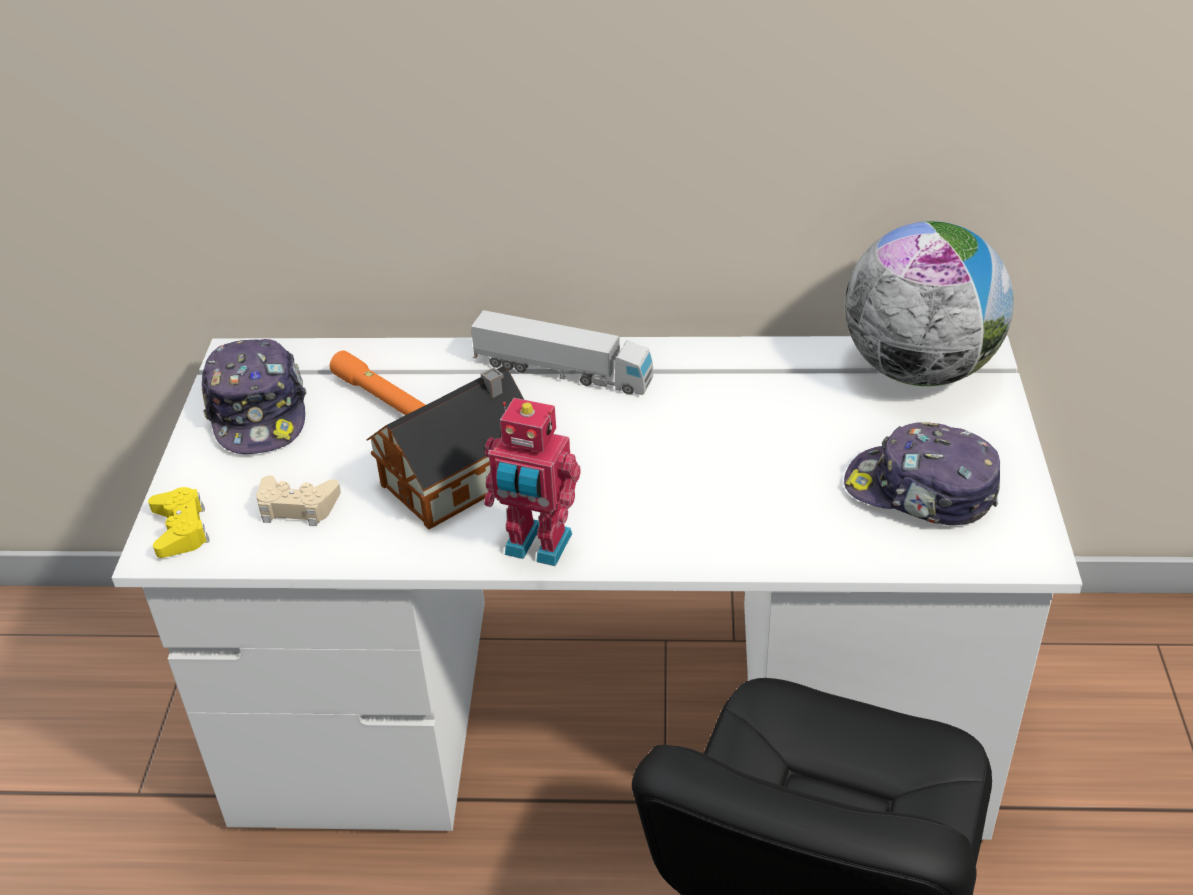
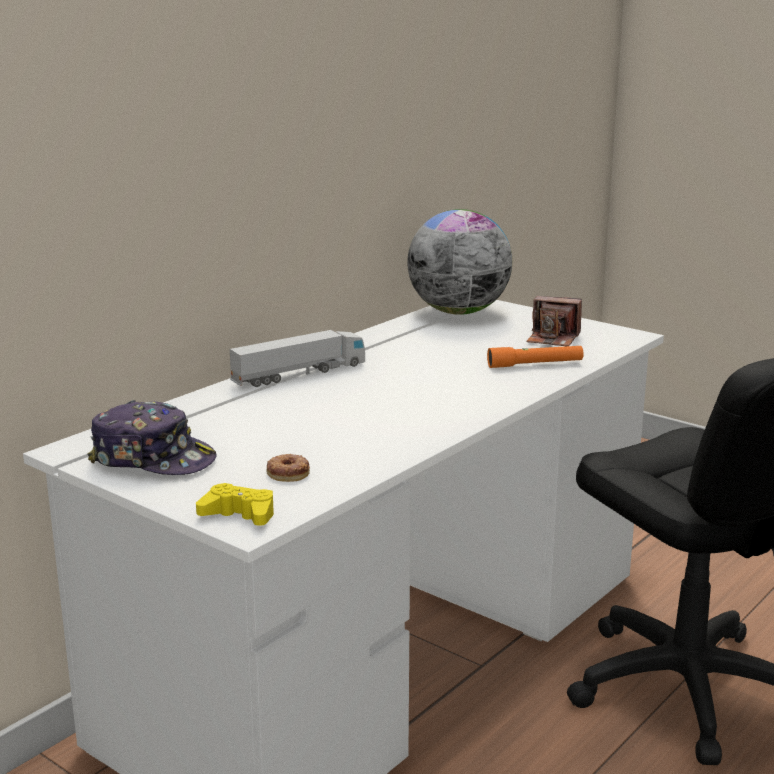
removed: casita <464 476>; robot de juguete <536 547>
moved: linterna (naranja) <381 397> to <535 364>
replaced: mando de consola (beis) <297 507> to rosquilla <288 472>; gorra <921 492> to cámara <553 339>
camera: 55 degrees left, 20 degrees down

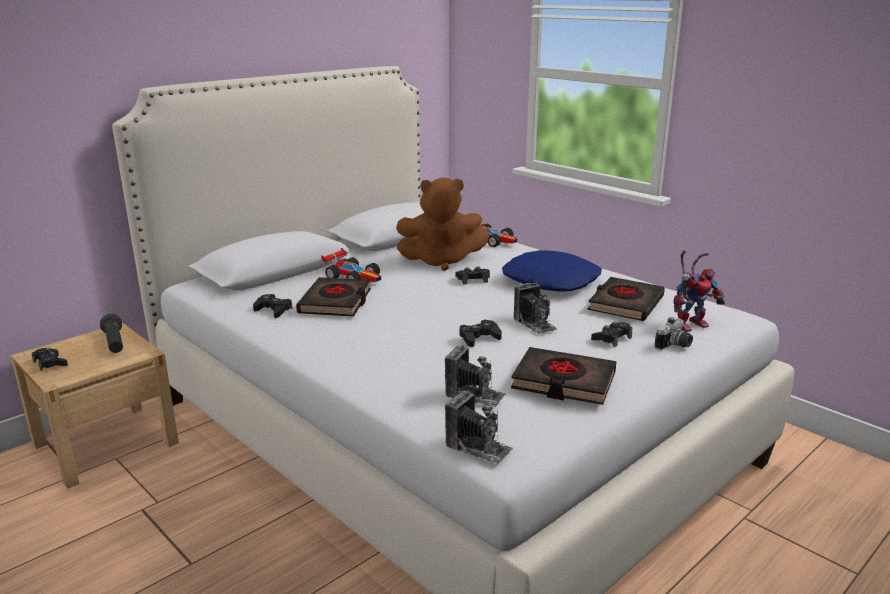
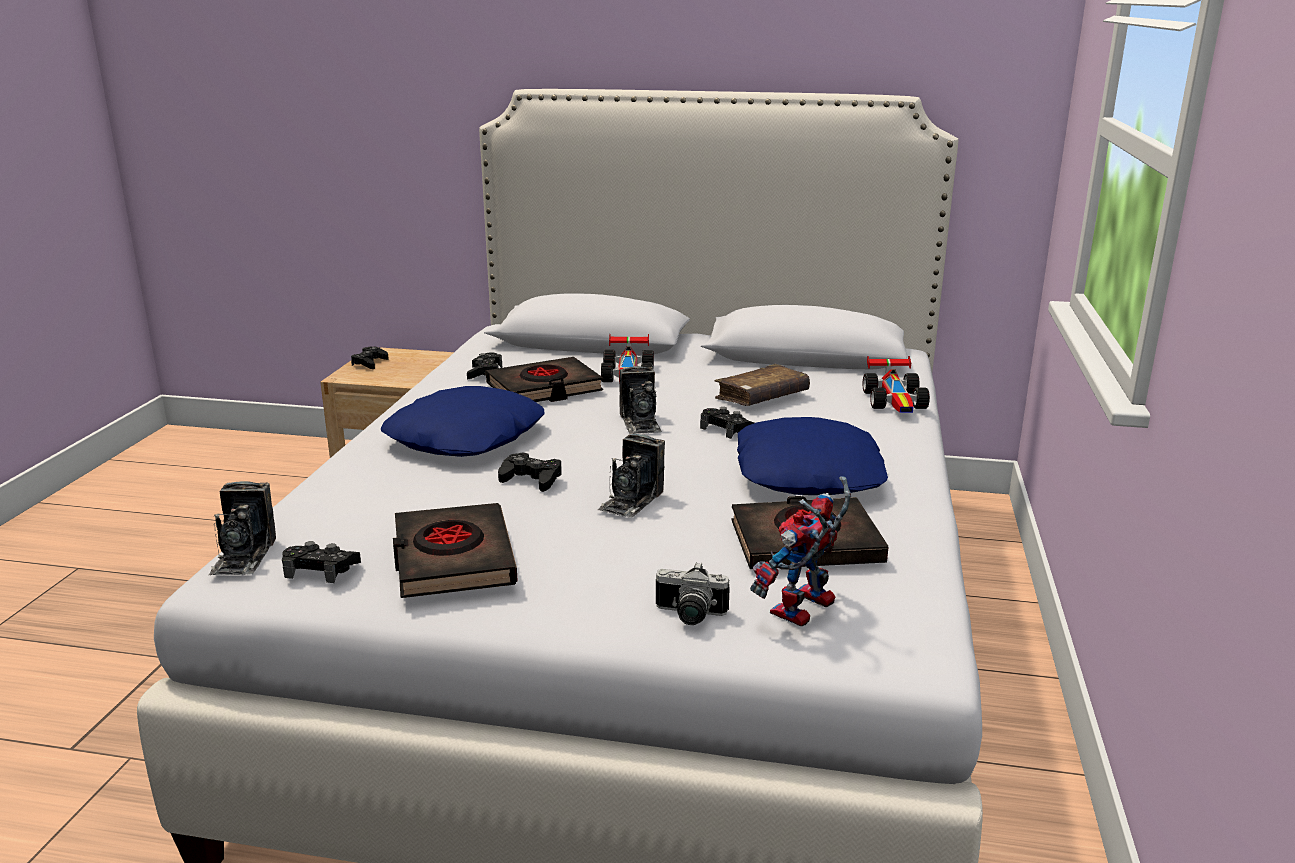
removed: linterna (negro) <115 343>
added: cojín (azul) <466 437>
moved: cámara <475 395> to <640 422>; mando de consola (negro) <611 338> to <321 569>
replaced: peluche (marrón) <441 261> to libro (marrón) <761 397>
turned: robot de juguete <690 324> = <803 612> 105 degrees clockwise
camera: 55 degrees right, 0 degrees up

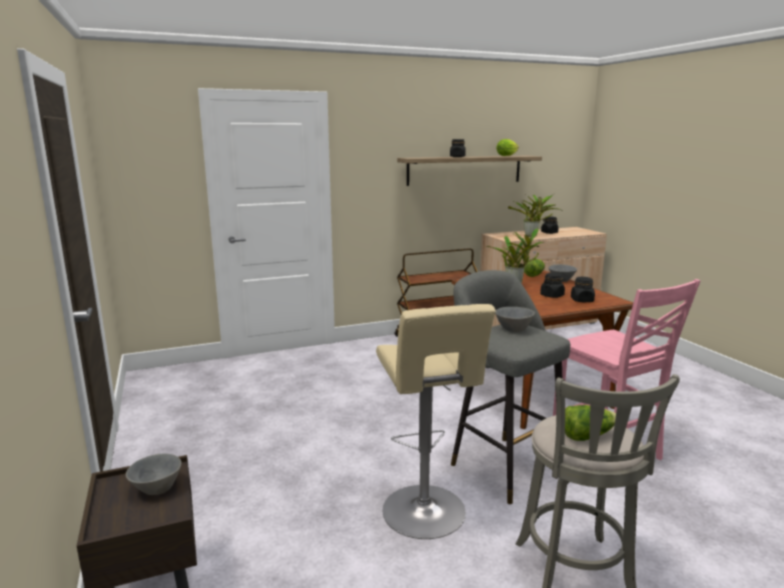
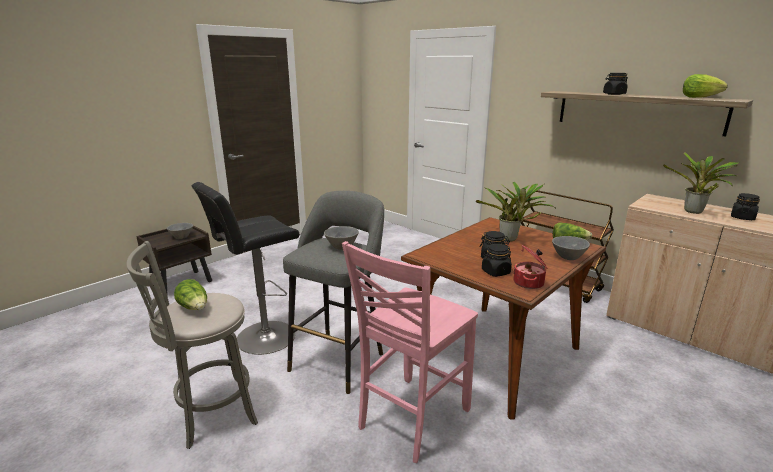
added: olla <529 283>
recoloured: taburete (beis) <426 514> to taburete (negro) <261 338>
camera: 65 degrees right, 5 degrees up

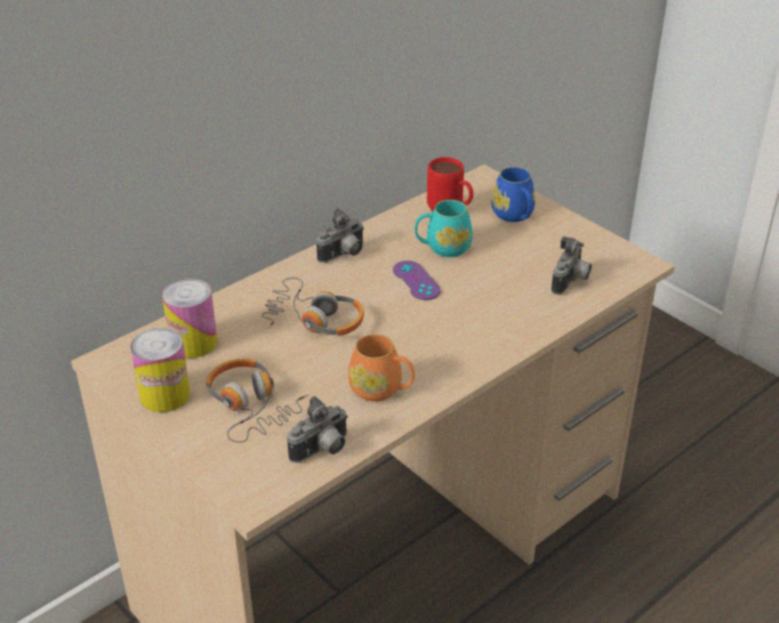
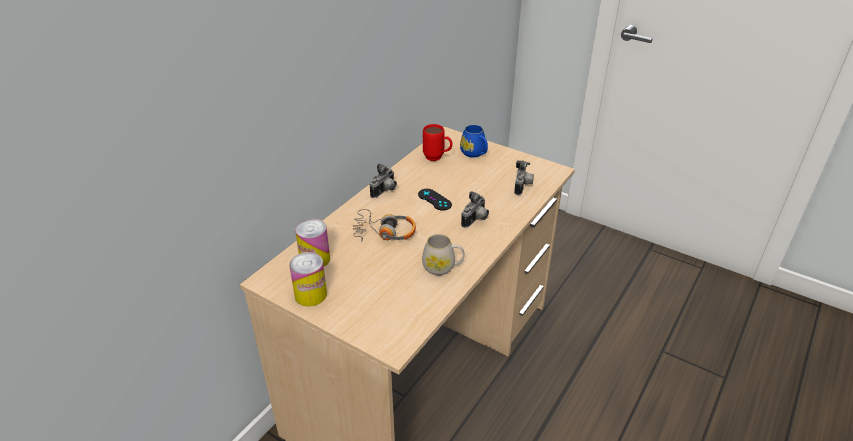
removed: auriculares <250 406>; taza grande (turquesa) <443 248>
moved: cámara <322 451> to <476 220>
recoloured: taza grande (naranja) <382 390> to taza grande (blanco) <442 267>; mando de consola (morado) <416 280> to mando de consola (negro) <434 199>
camera: 15 degrees left, 0 degrees up

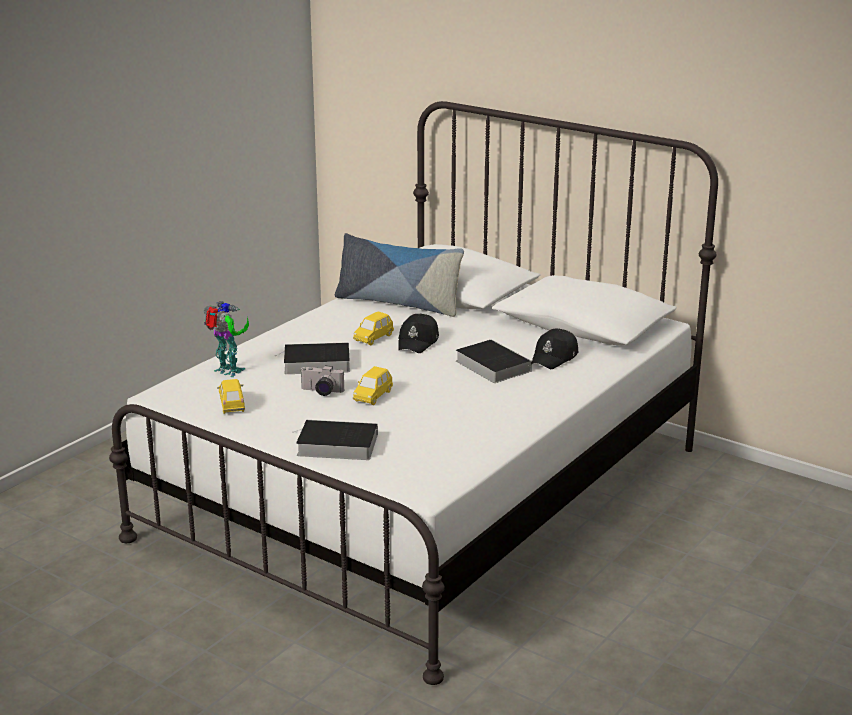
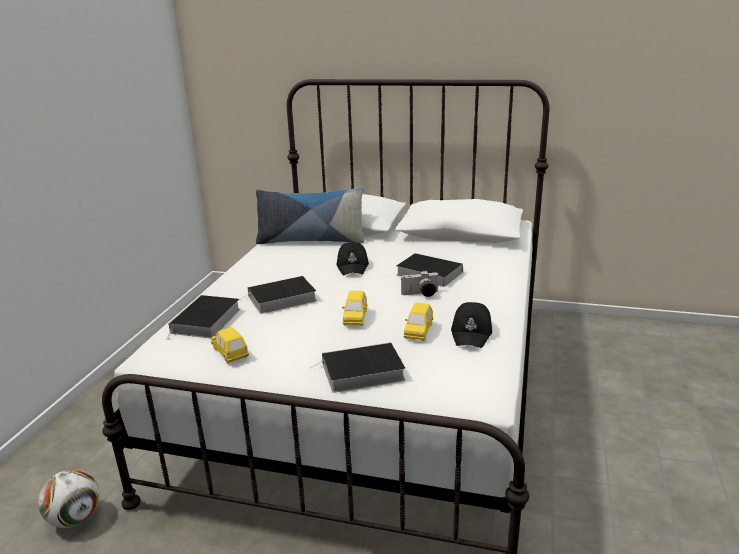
added: balón de fútbol <75 518>
moved: cámara <321 392> to <421 294>; coche de juguete (amarillo) <373 338> to <418 331>; gorra (negro) <555 357> to <472 332>
replaced: robot de juguete <228 372> to libro <206 322>
camera: 20 degrees left, 0 degrees up

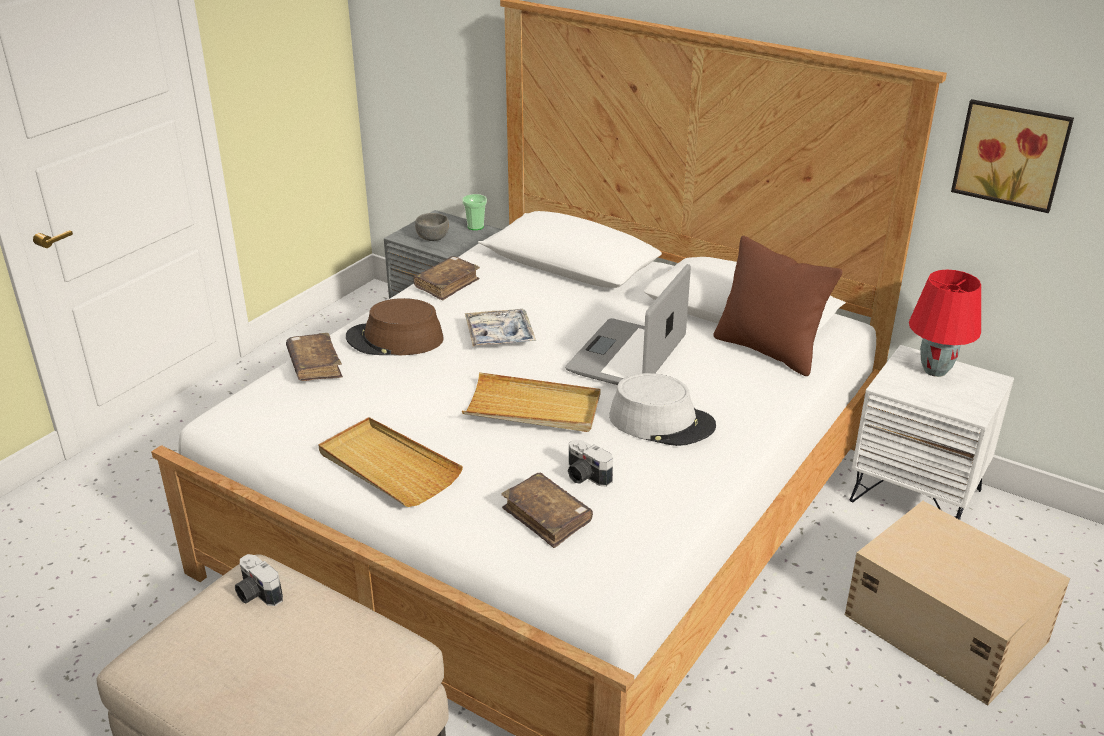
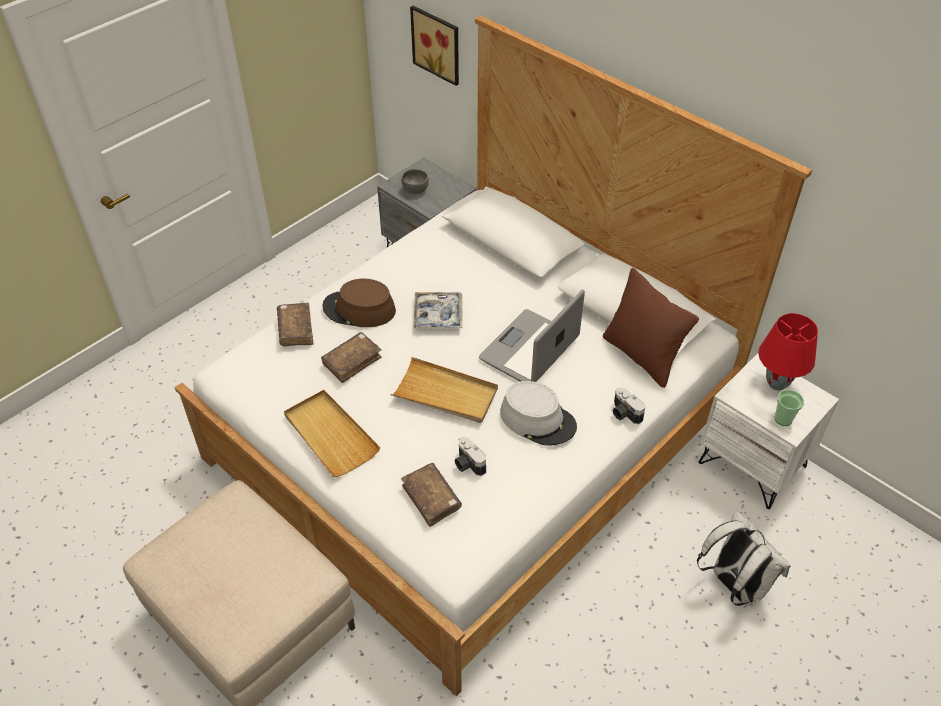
moved: cámara <256 594> to <624 414>; libro (marrón) <447 284> to <352 361>; taza <475 226> to <783 419>; cuadro <1011 154> to <438 44>
replaced: caja de almacenaje (beis) <944 626> to mochila (blanco) <733 585>
camera: 10 degrees right, 15 degrees up

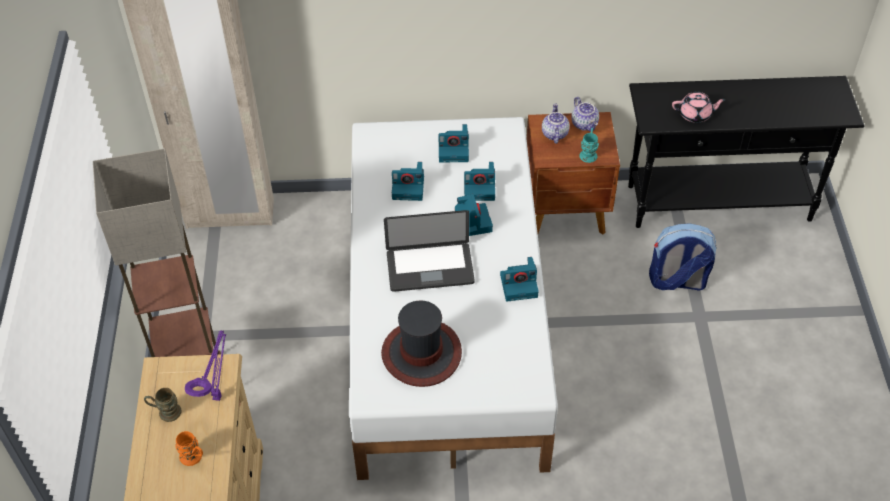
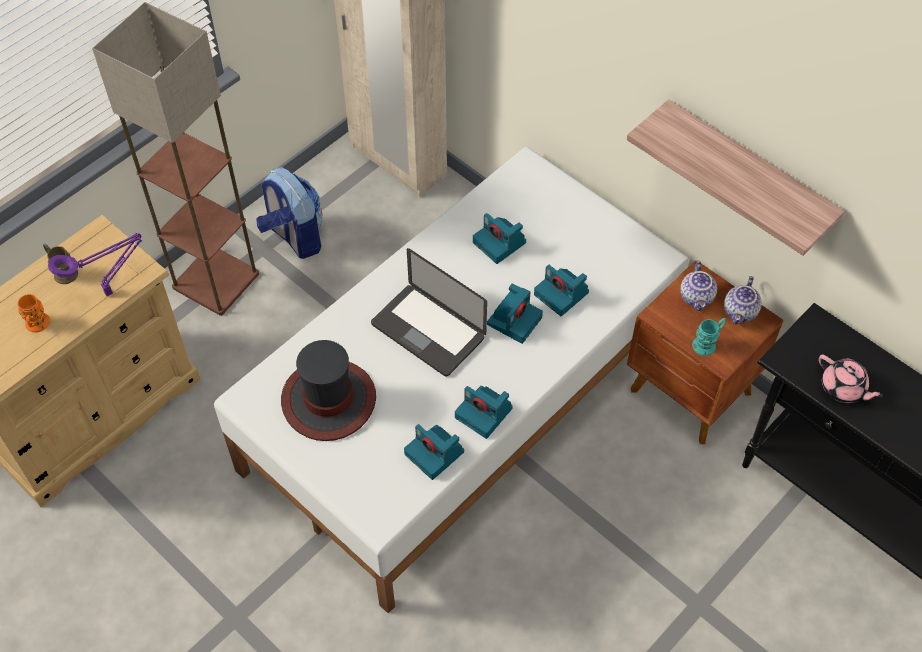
added: estante <748 173>
moved: cámara <454 150> to <435 453>; mochila <677 281> to <294 237>
turned: tetera <554 134> = <697 297> 135 degrees clockwise
camera: 45 degrees right, 5 degrees up

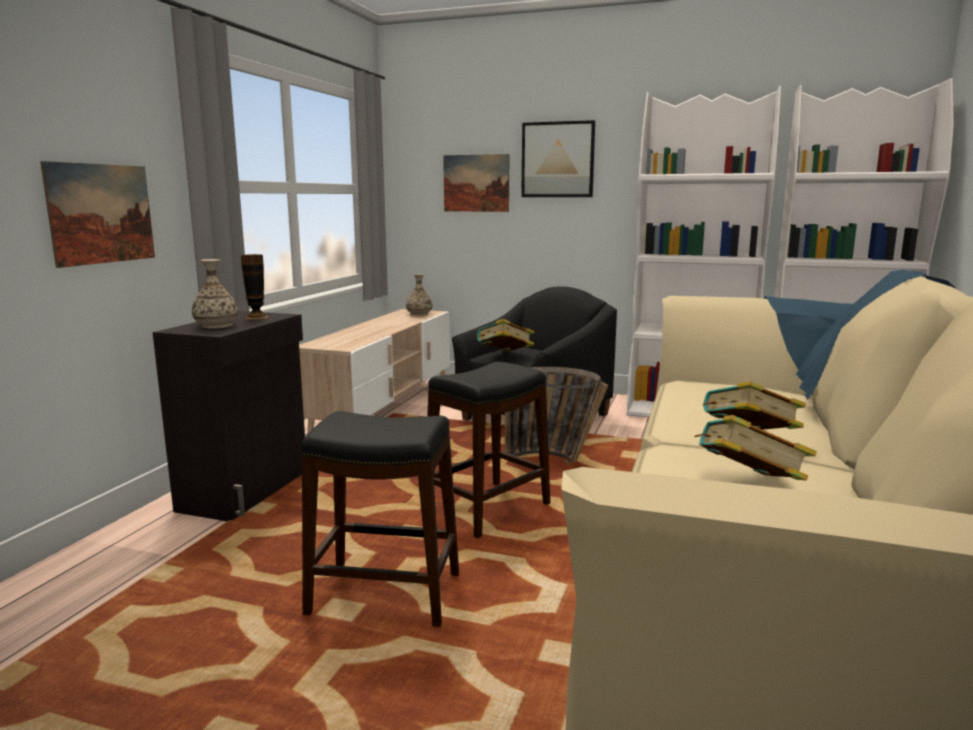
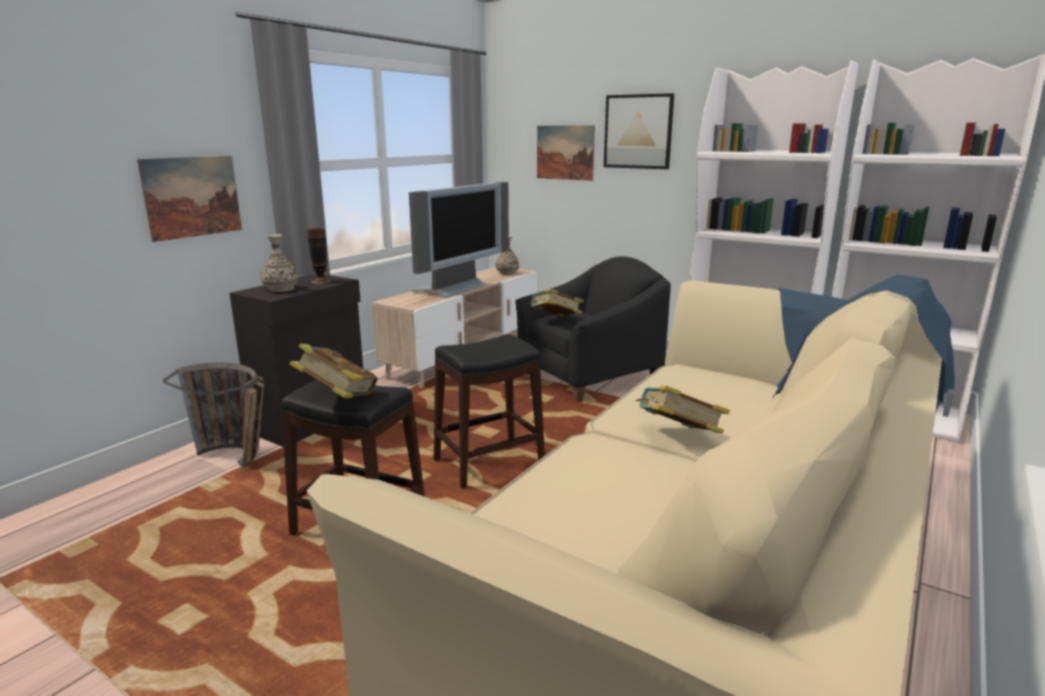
added: televisor <453 289>
moved: cesta <555 462> to <239 460>; libro <747 484> to <337 399>
camera: 15 degrees right, 5 degrees up

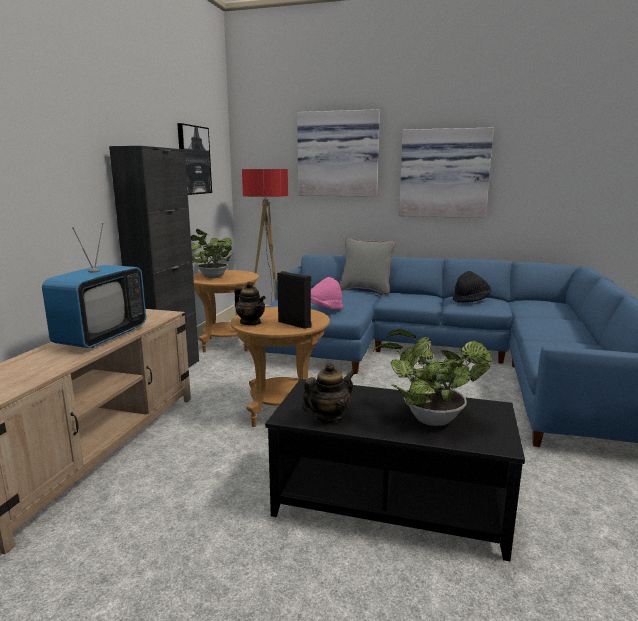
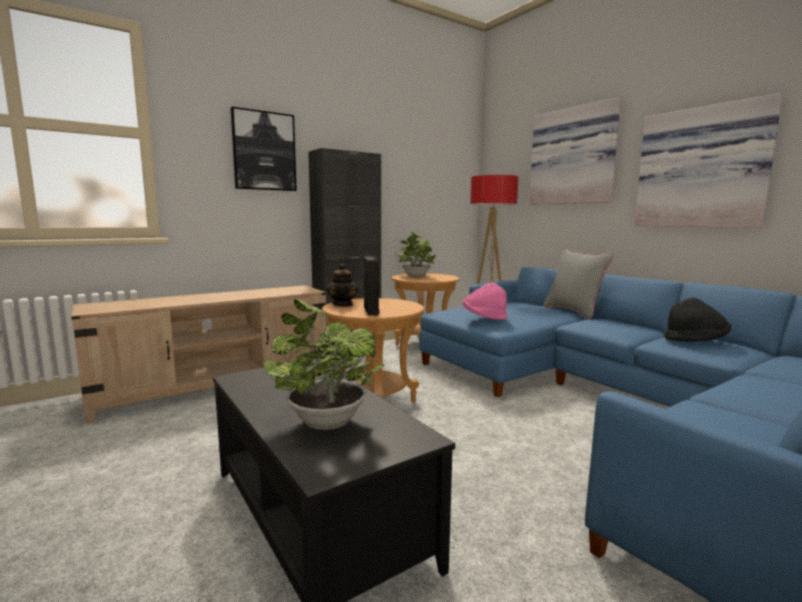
removed: televisor <102 337>; tetera <328 417>
moved: cuadro <193 160> to <264 151>
camera: 40 degrees right, 5 degrees down

